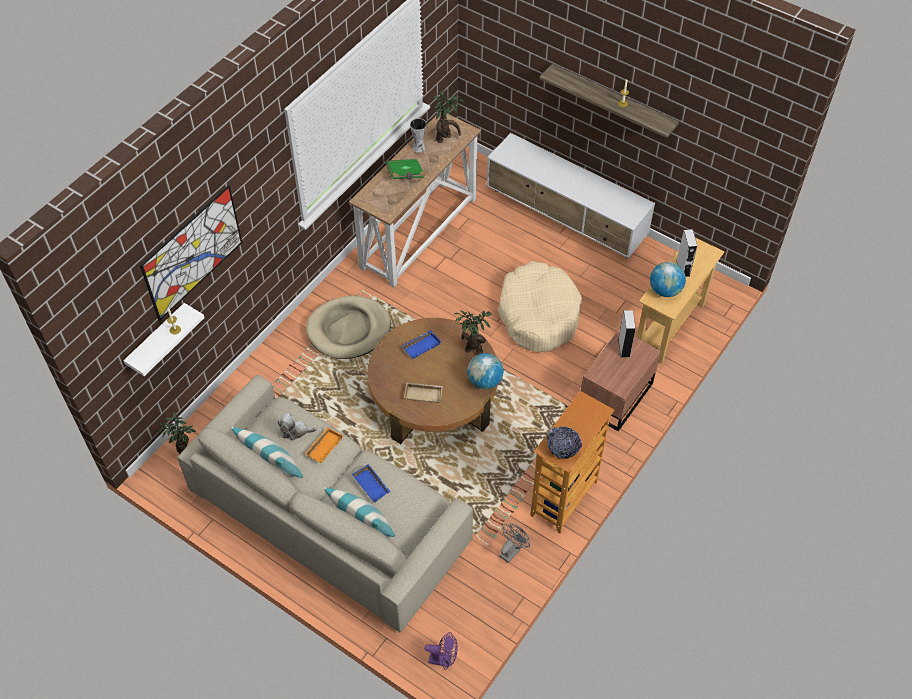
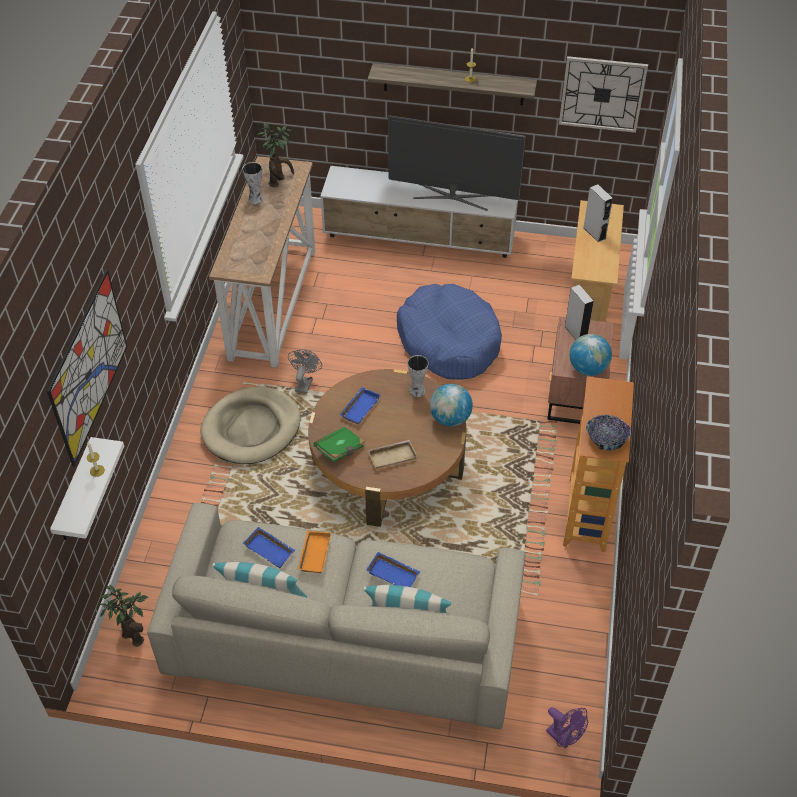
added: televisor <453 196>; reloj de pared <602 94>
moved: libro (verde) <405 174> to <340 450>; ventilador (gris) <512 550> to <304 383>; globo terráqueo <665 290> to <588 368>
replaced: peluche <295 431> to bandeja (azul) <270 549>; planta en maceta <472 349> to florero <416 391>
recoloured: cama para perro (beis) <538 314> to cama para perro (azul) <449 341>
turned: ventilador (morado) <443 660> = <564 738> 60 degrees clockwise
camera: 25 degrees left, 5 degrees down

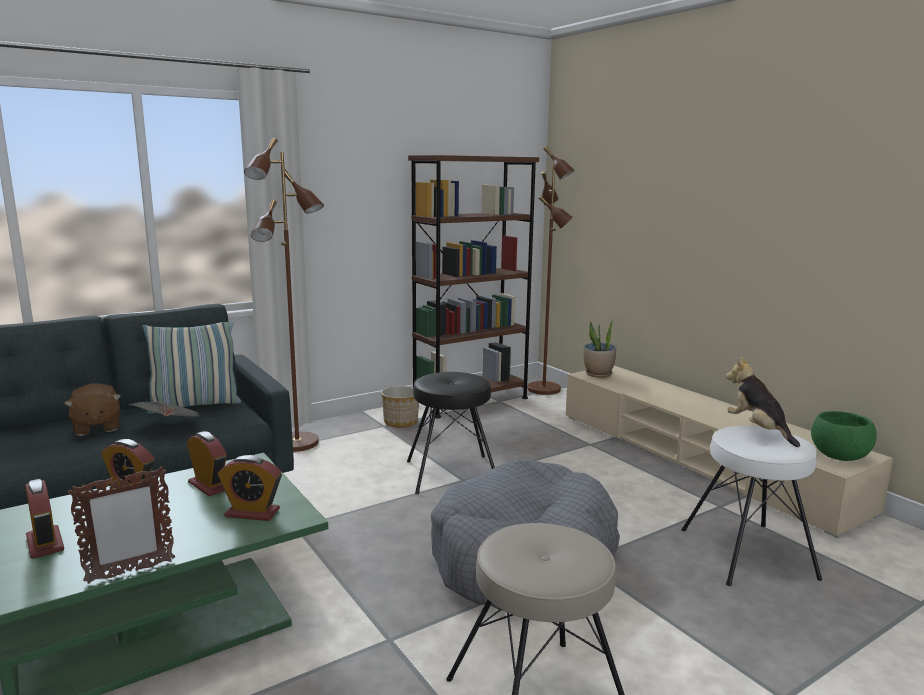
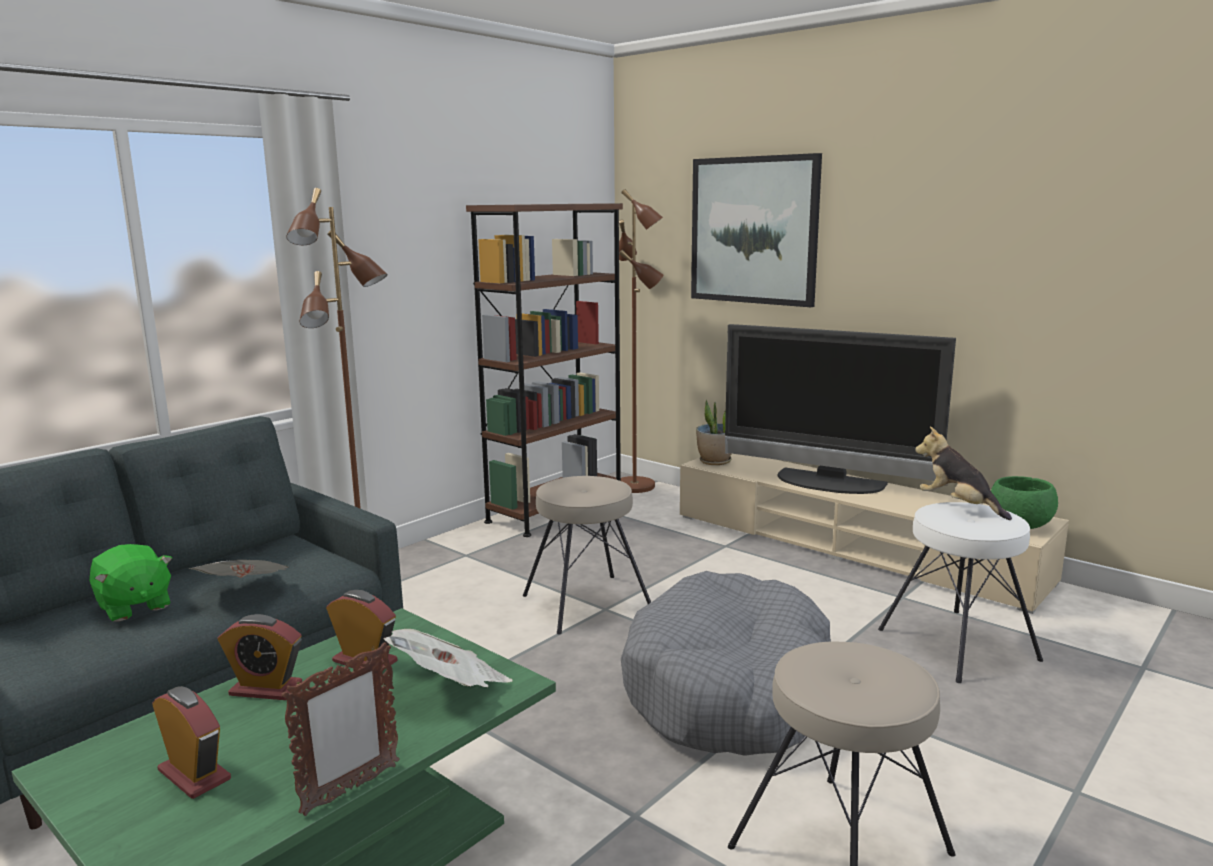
removed: cojín <195 405>; maceta <400 422>
added: cuadro <753 230>; televisor <828 483>
replaced: despertador <252 513> to periódico <451 687>
recoloured: peluche (marrón) <96 427> to peluche (verde) <133 606>; taburete (negro) <451 473> to taburete (beis) <586 602>
camera: 15 degrees left, 0 degrees up

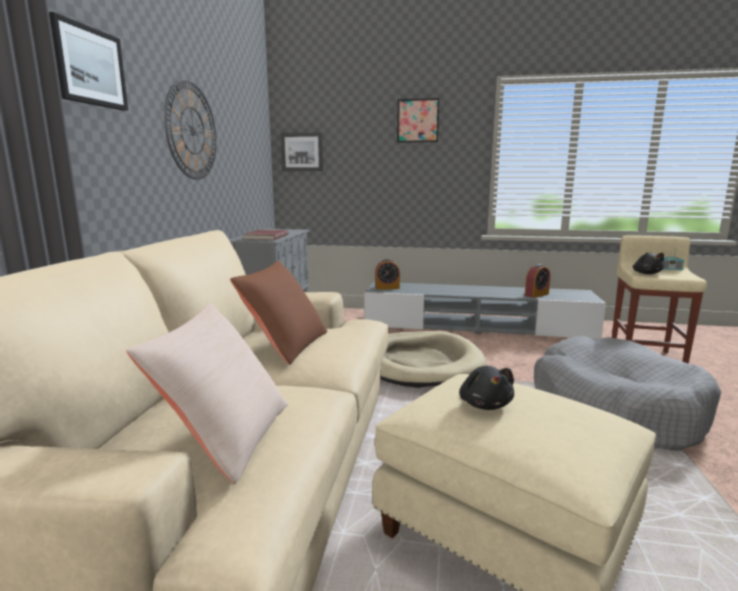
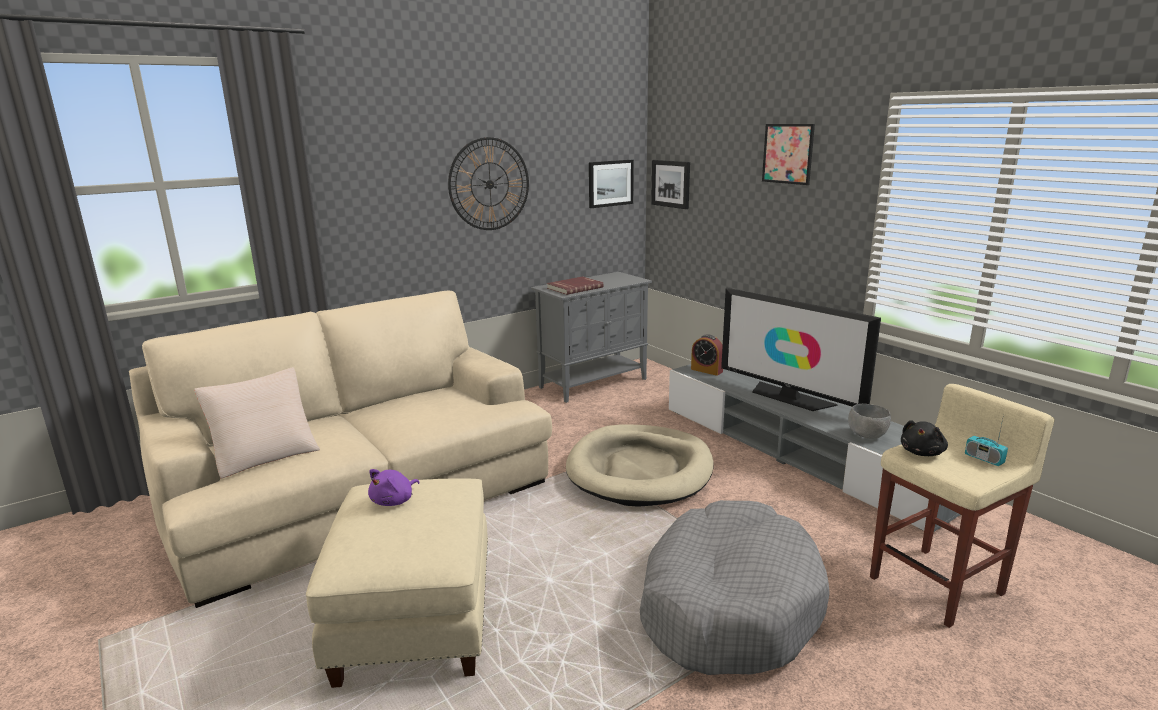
removed: cojín (marrón) <285 344>
added: televisor <789 397>
moved: cuadro <89 66> to <610 183>
replaced: despertador <536 295> to cuenco (gris) <867 435>
recoloured: peluche (negro) <485 404> to peluche (morado) <394 501>
camera: 45 degrees right, 5 degrees up

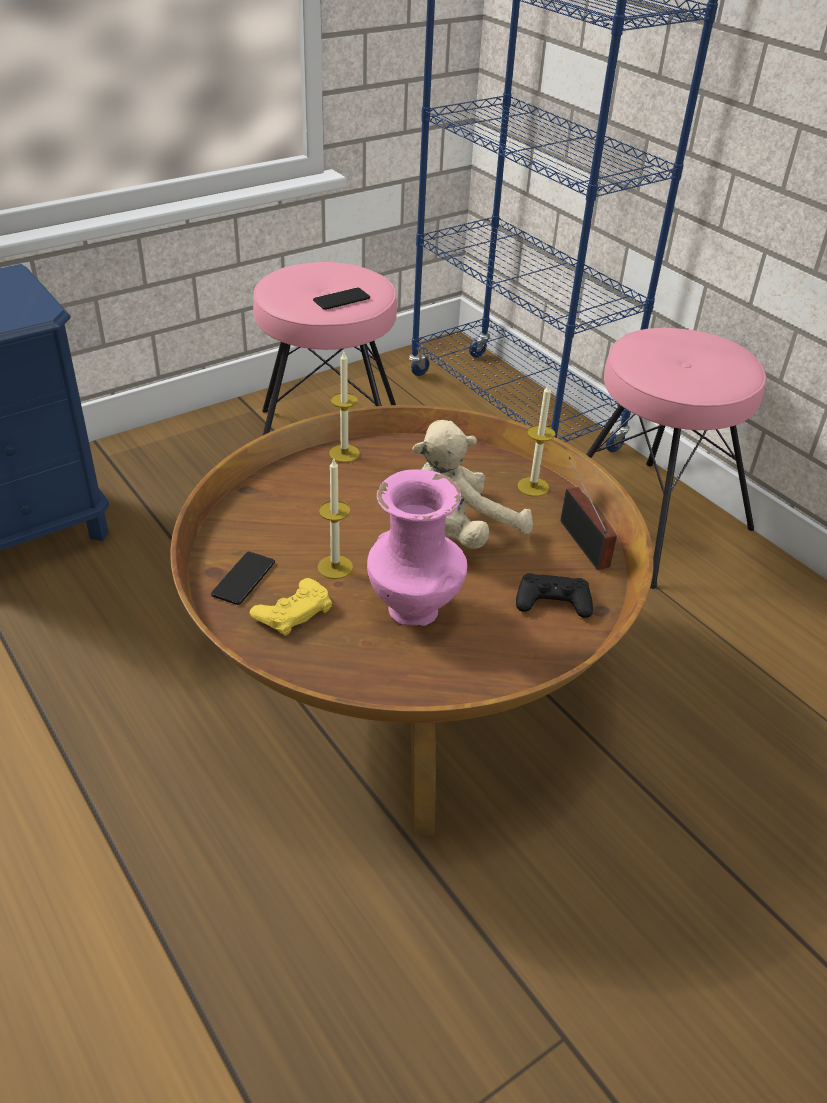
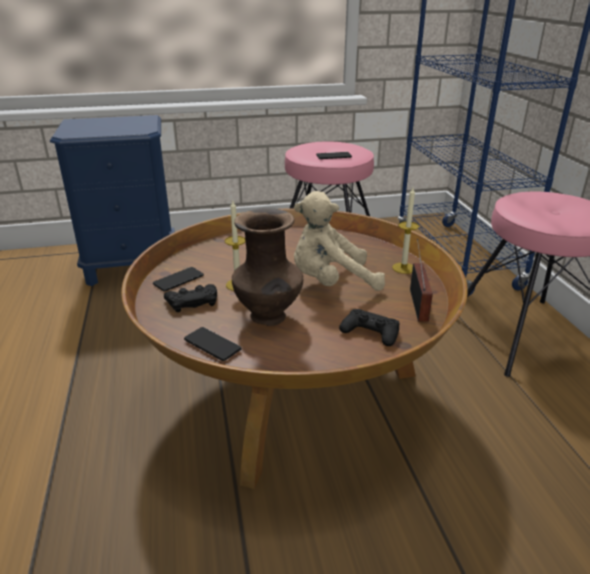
removed: vela <344 453>
added: móvil <212 344>
recoloured: mando de consola (amarillo) <293 612> to mando de consola (negro) <192 301>; florero (rosa) <415 612> to florero (marrón) <269 317>
camera: 25 degrees right, 10 degrees down

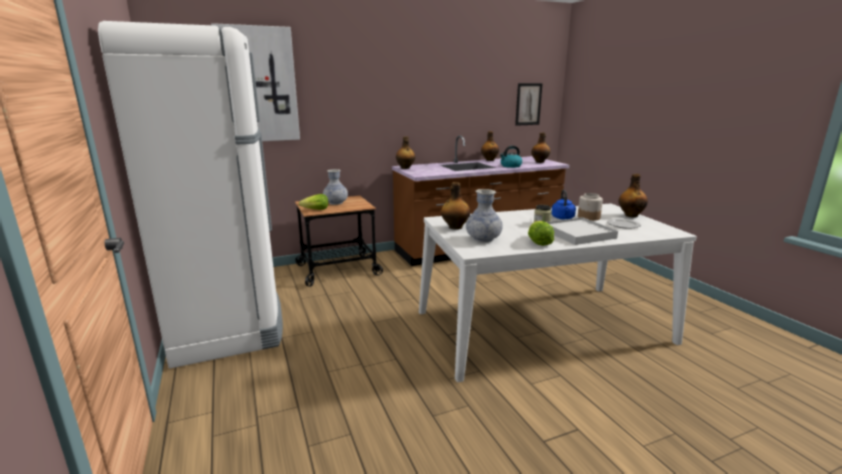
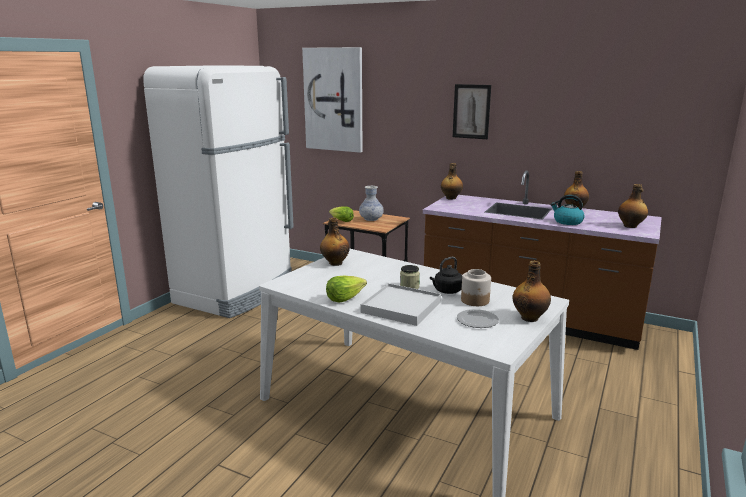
removed: florero <483 239>
moved: cuadro <528 104> to <471 111>
recoloured: hervidor (azul) <563 218> to hervidor (negro) <446 291>
camera: 50 degrees right, 0 degrees up

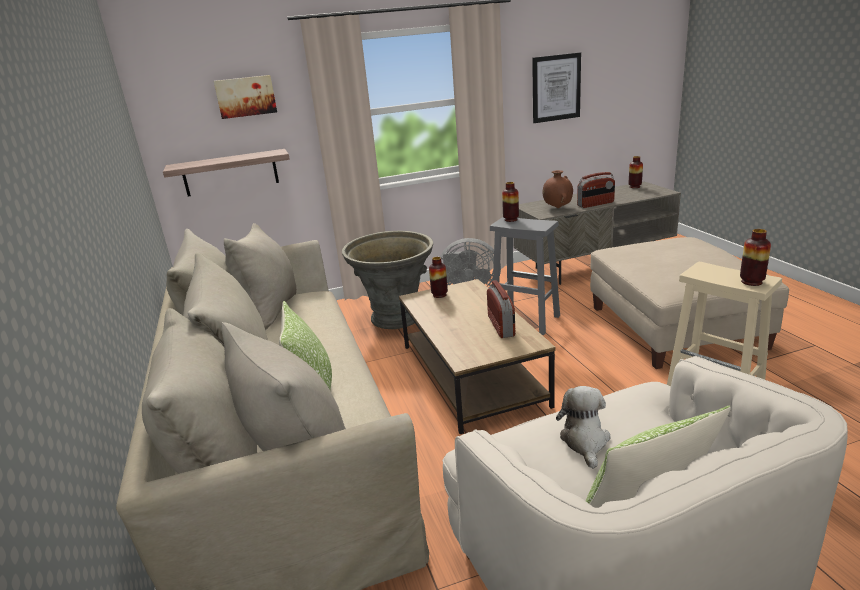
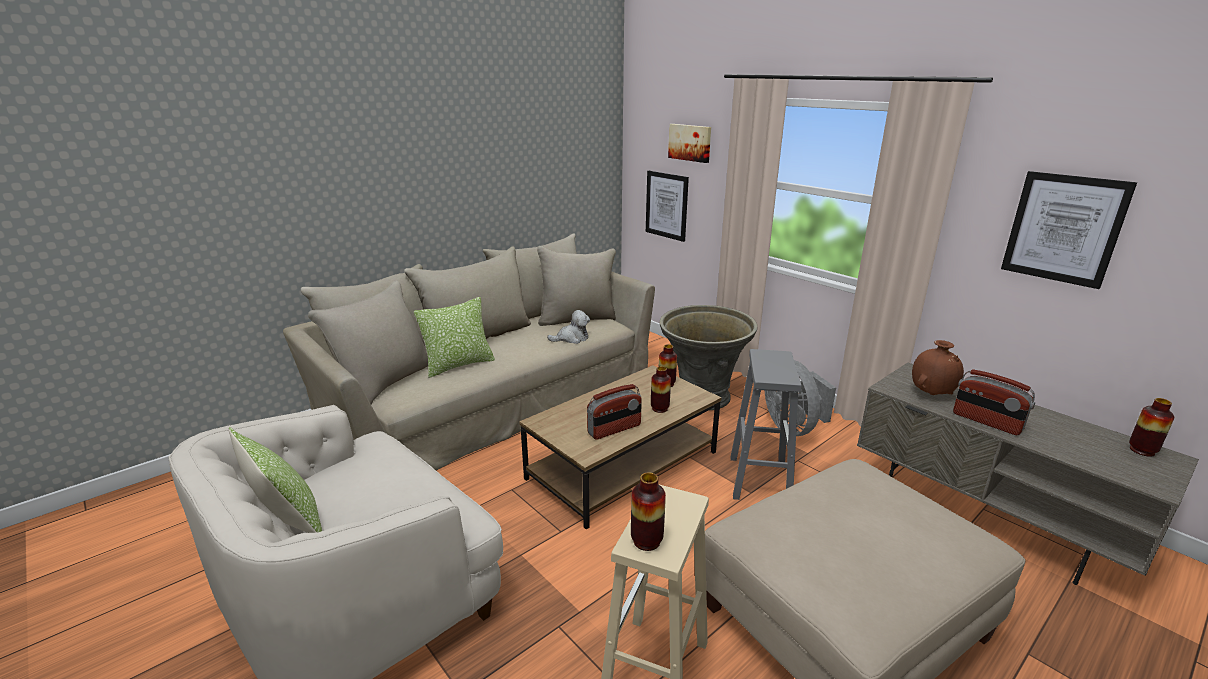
moved: florero <511 219> to <659 408>; peluche <585 441> to <571 338>
replaced: estante <230 173> to cuadro <666 205>
camera: 65 degrees right, 0 degrees up

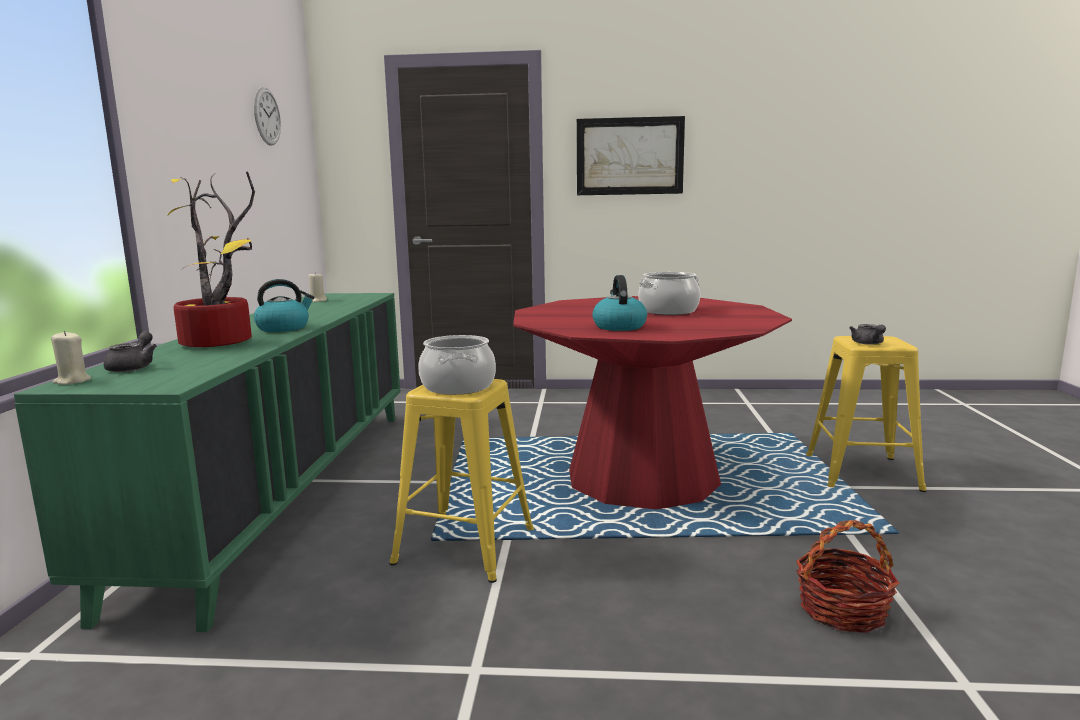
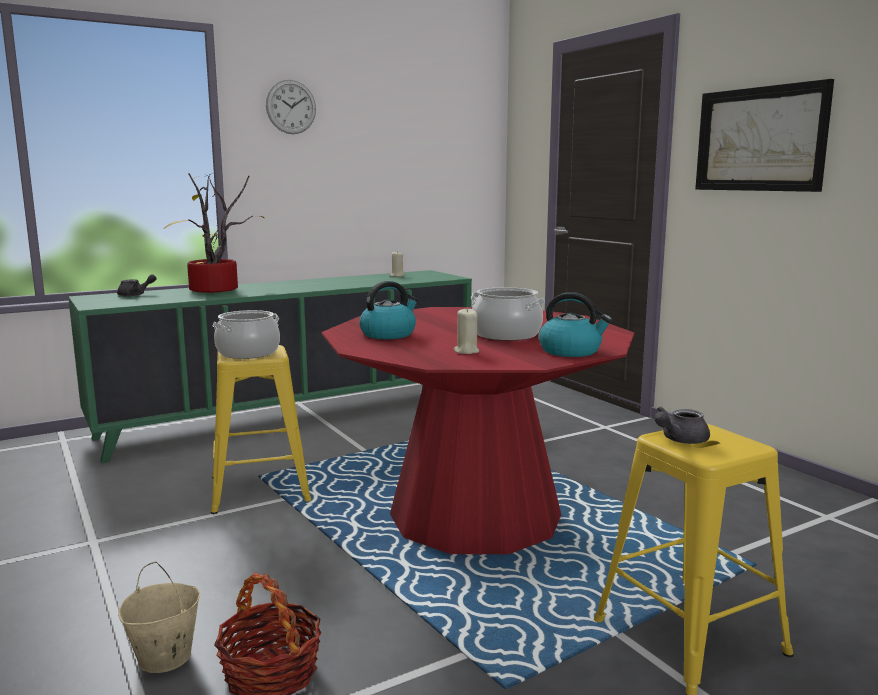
added: cubo (beis) <164 658>
moved: vela (beis) <72 381> to <466 351>; reloj de pared <267 116> to <291 107>; hervidor <284 328> to <571 351>
camera: 55 degrees right, 0 degrees up

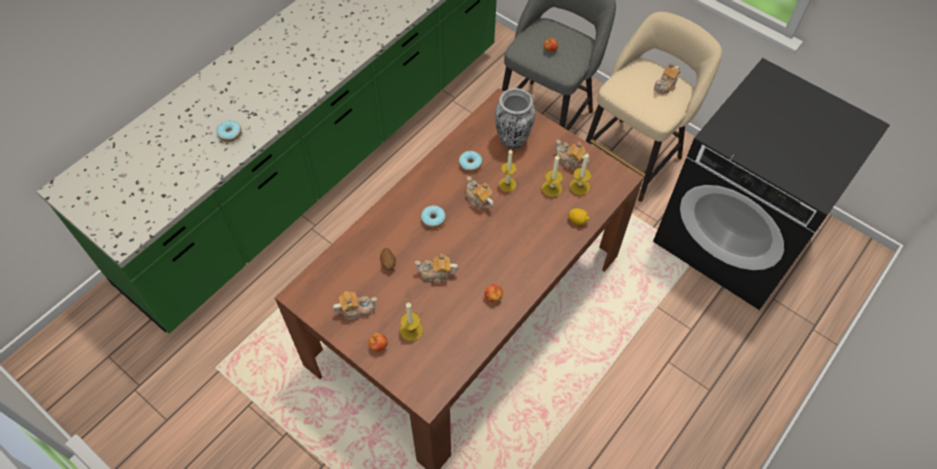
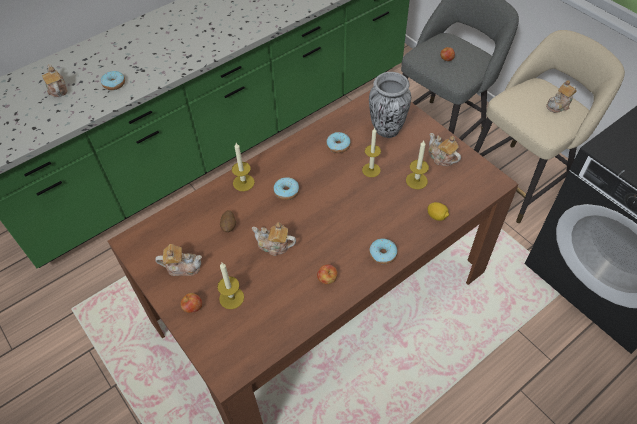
added: rosquilla <382 254>
moved: tetera <478 200> to <57 89>; vela <579 186> to <243 182>
camera: 15 degrees right, 5 degrees down

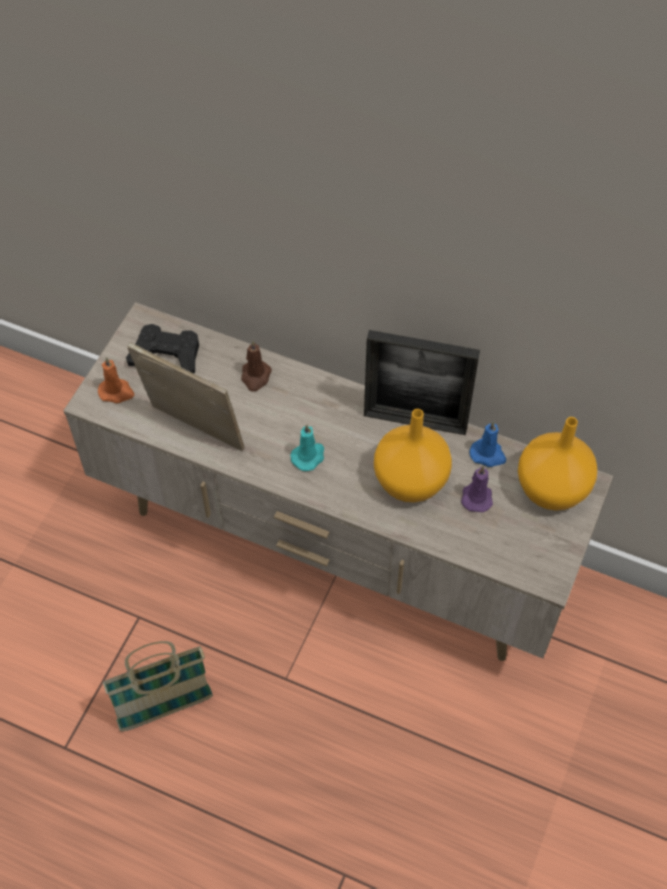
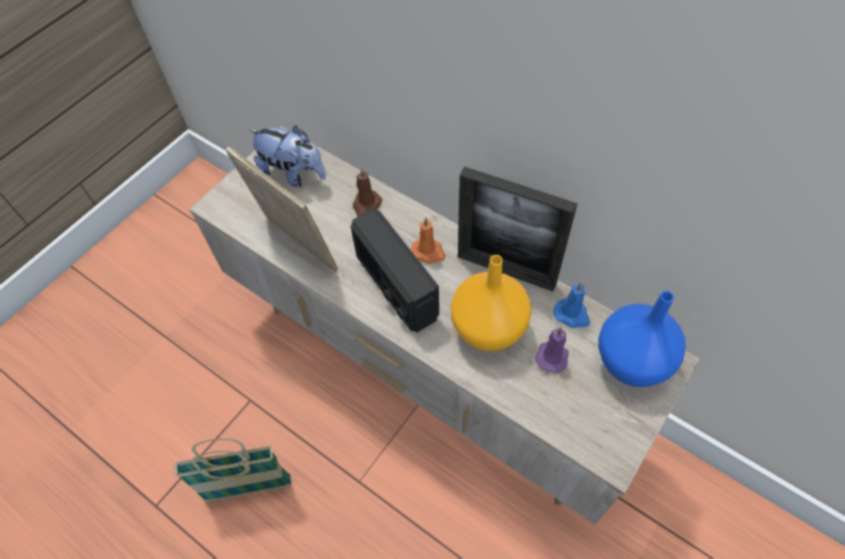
moved: vela (naranja) <116 392> to <429 252>
replaced: mando de consola (negro) <166 354> to peluche <293 174>; vela (turquesa) <309 456> to radio <396 287>
recoloured: florero (naranja) <552 488> to florero (azul) <633 361>
camera: 15 degrees right, 0 degrees up

